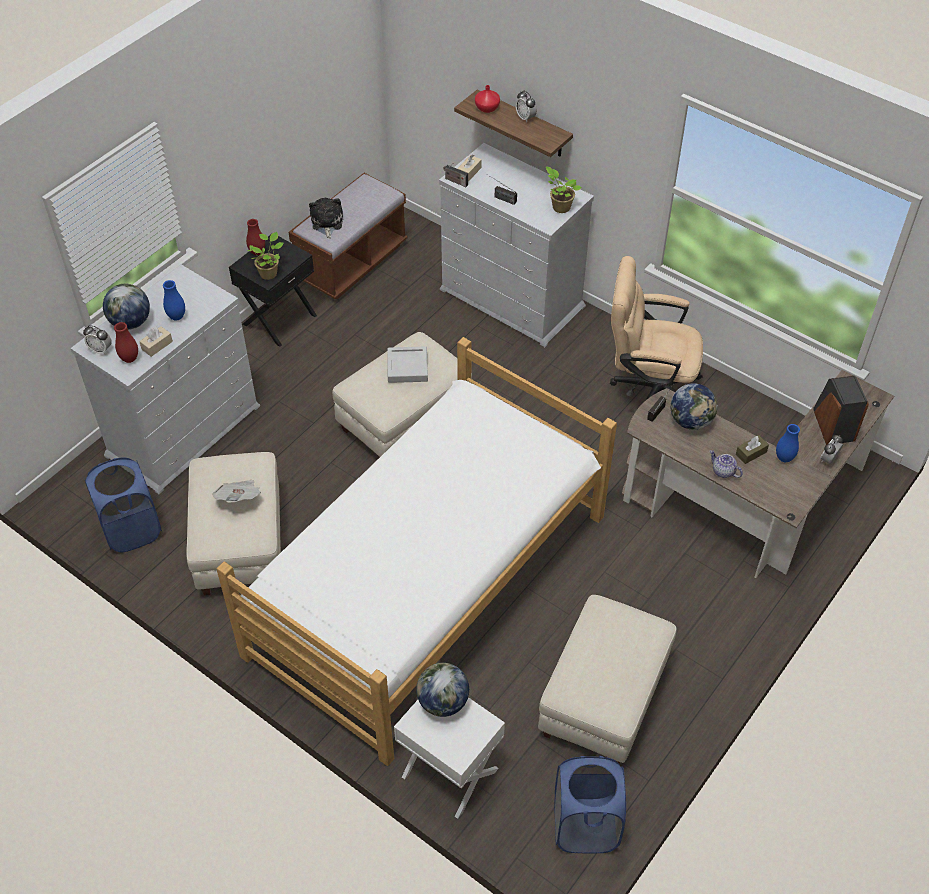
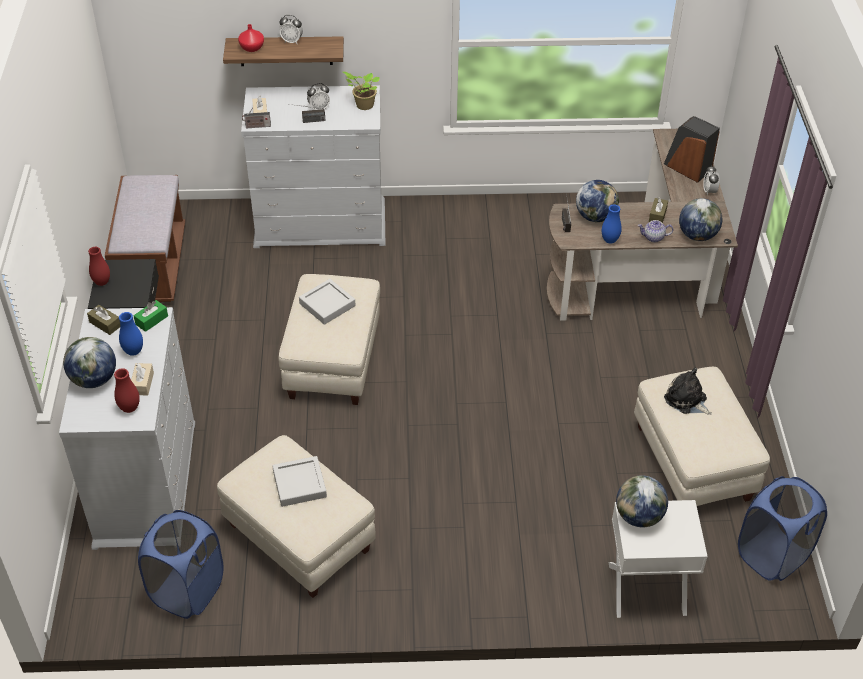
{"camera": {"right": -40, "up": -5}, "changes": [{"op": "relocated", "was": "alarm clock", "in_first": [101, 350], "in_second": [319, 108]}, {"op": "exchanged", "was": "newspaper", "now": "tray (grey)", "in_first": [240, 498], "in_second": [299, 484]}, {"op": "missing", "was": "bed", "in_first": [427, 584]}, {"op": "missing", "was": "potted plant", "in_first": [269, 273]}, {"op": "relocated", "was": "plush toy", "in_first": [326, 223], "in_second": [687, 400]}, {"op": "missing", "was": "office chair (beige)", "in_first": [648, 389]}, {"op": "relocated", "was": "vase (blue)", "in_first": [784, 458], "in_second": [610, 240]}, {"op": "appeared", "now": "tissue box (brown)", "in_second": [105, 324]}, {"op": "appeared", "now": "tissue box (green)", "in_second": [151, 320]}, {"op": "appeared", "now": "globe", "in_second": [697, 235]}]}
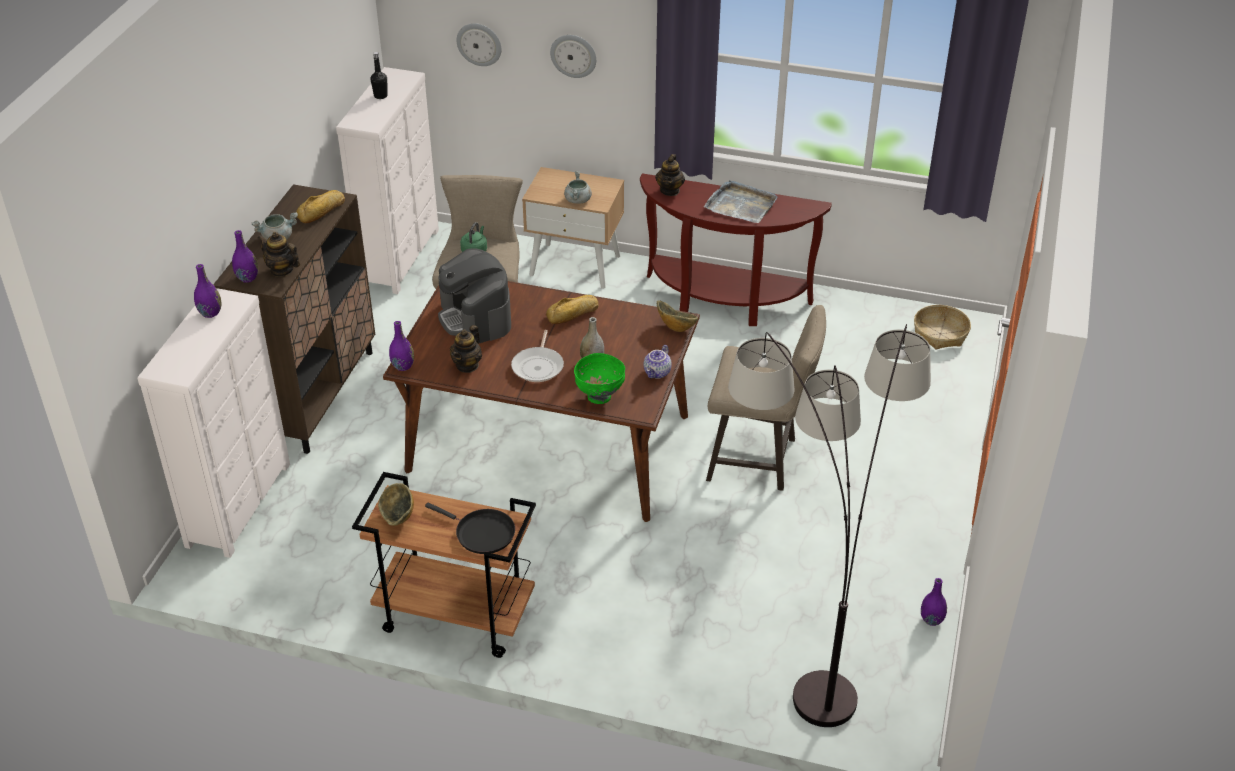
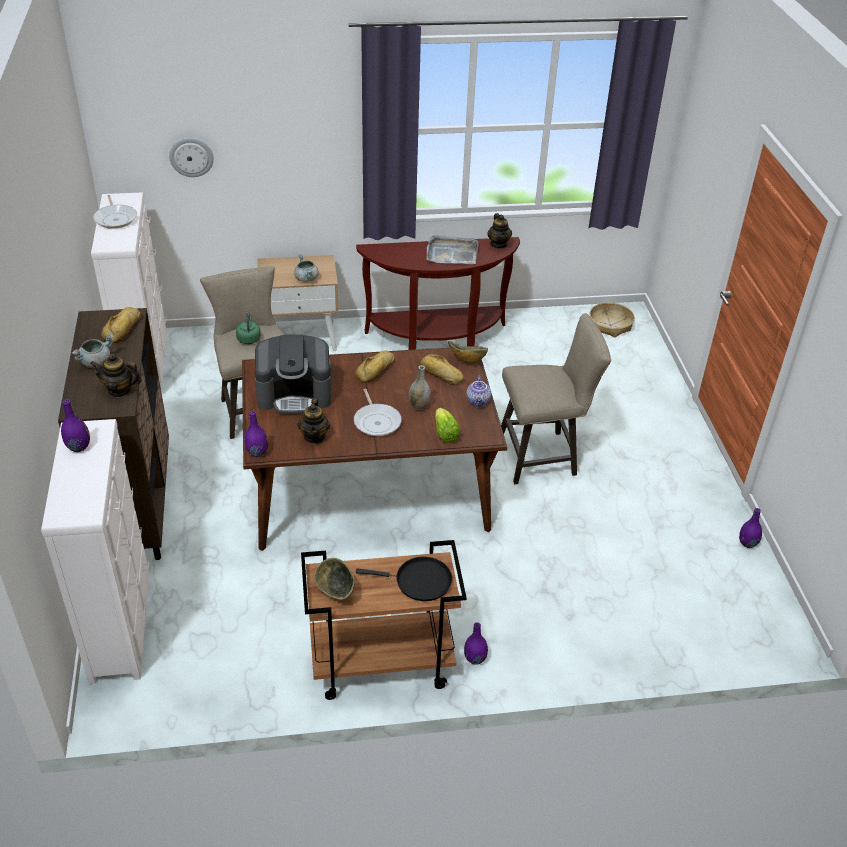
{"camera": {"right": -25, "up": 0}, "changes": [{"op": "relocated", "was": "vase (purple)", "in_first": [247, 278], "in_second": [475, 658]}, {"op": "exchanged", "was": "bottle (black)", "now": "frying pan", "in_first": [380, 96], "in_second": [115, 218]}, {"op": "spun", "was": "coffee machine", "in_first": [475, 318], "in_second": [295, 394], "clockwise": -45}, {"op": "missing", "was": "wall clock", "in_first": [573, 55]}, {"op": "exchanged", "was": "bowl (green)", "now": "lettuce", "in_first": [599, 397], "in_second": [445, 433]}, {"op": "relocated", "was": "teapot", "in_first": [670, 190], "in_second": [499, 244]}, {"op": "missing", "was": "floor lamp", "in_first": [808, 640]}, {"op": "appeared", "now": "bread", "in_second": [440, 374]}]}
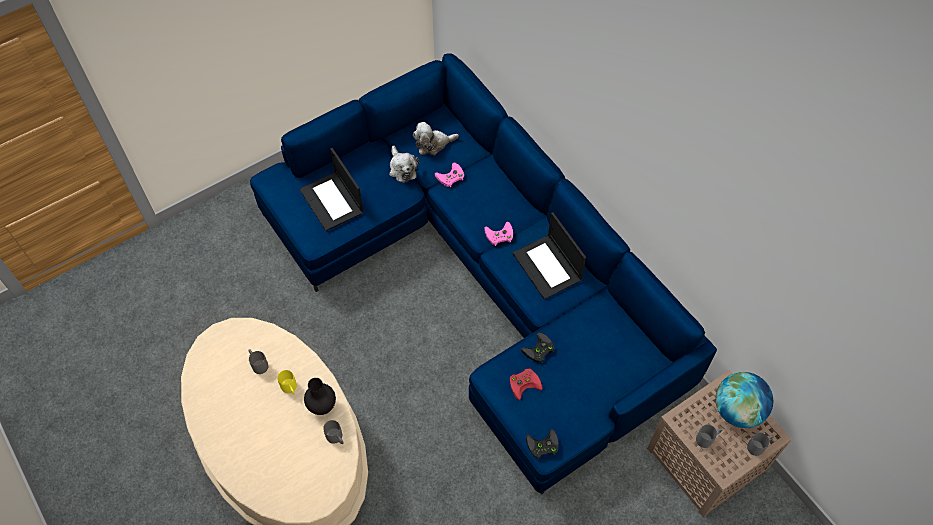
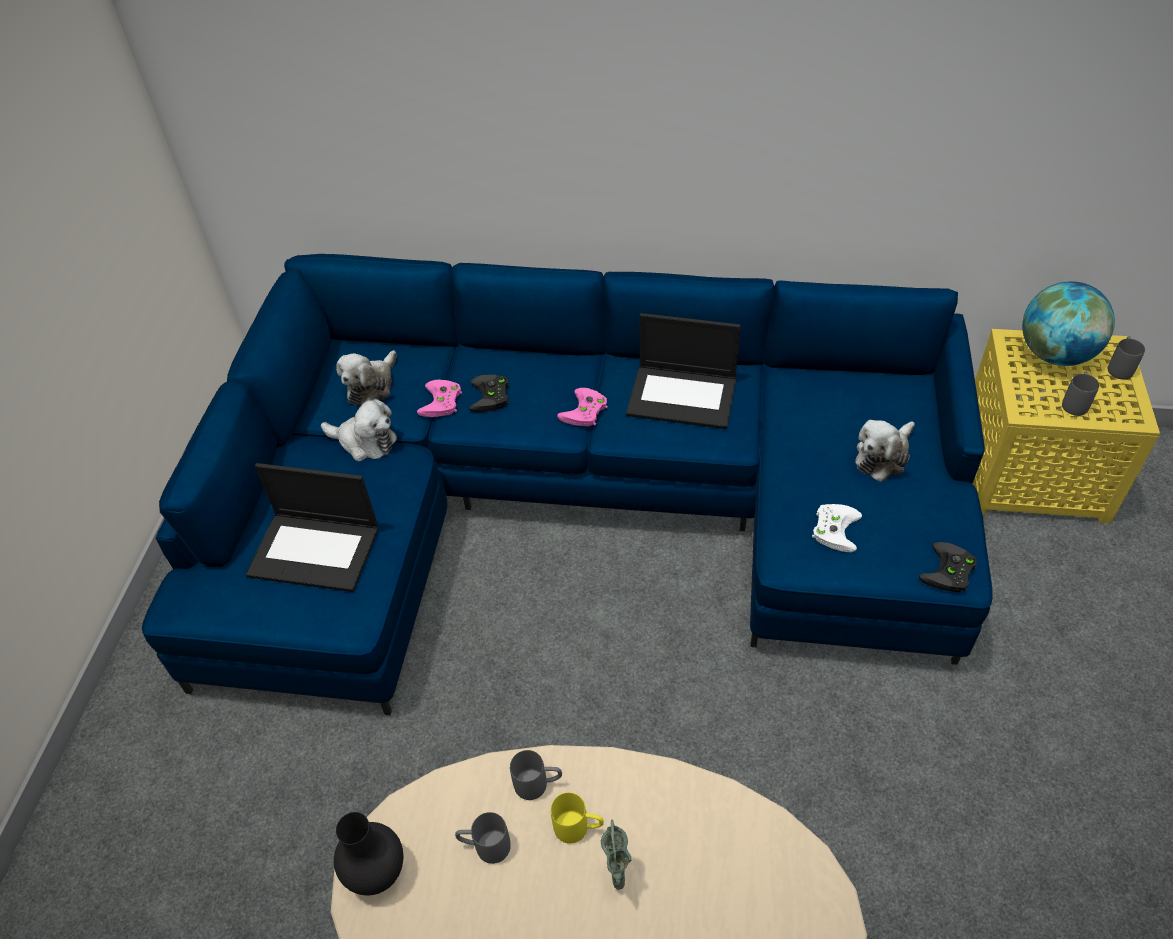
{"camera": {"right": -45, "up": -10}, "changes": [{"op": "relocated", "was": "vase (black)", "in_first": [321, 406], "in_second": [376, 875]}, {"op": "relocated", "was": "mug (grey)", "in_first": [336, 438], "in_second": [538, 784]}, {"op": "colour", "was": "game controller (red)", "now": "game controller (white)", "in_first": [524, 383], "in_second": [834, 528]}, {"op": "relocated", "was": "game controller (black)", "in_first": [538, 350], "in_second": [491, 397]}, {"op": "colour", "was": "side table (brown)", "now": "side table (yellow)", "in_first": [708, 459], "in_second": [1034, 467]}, {"op": "appeared", "now": "vase (green)", "in_second": [618, 883]}, {"op": "appeared", "now": "plush toy", "in_second": [883, 456]}]}
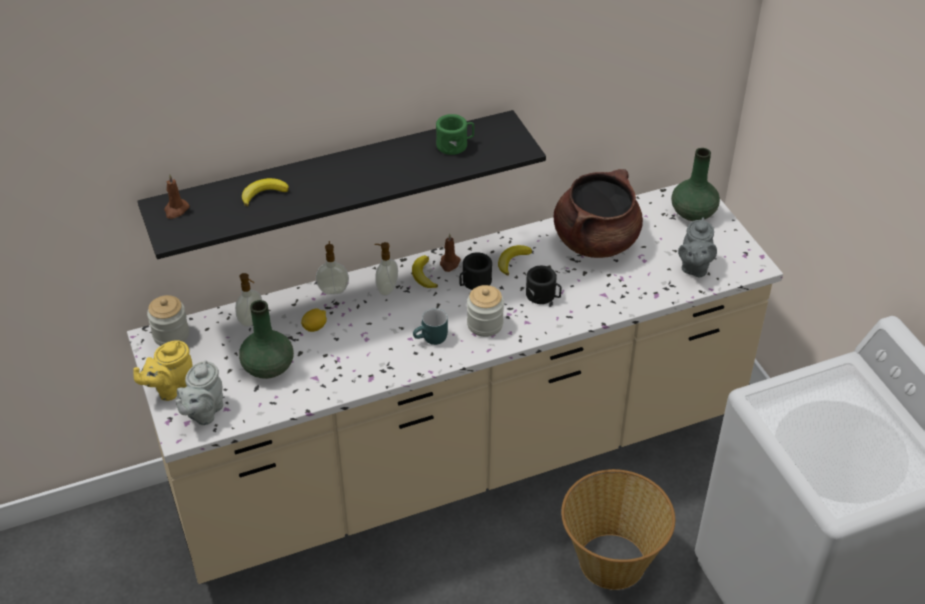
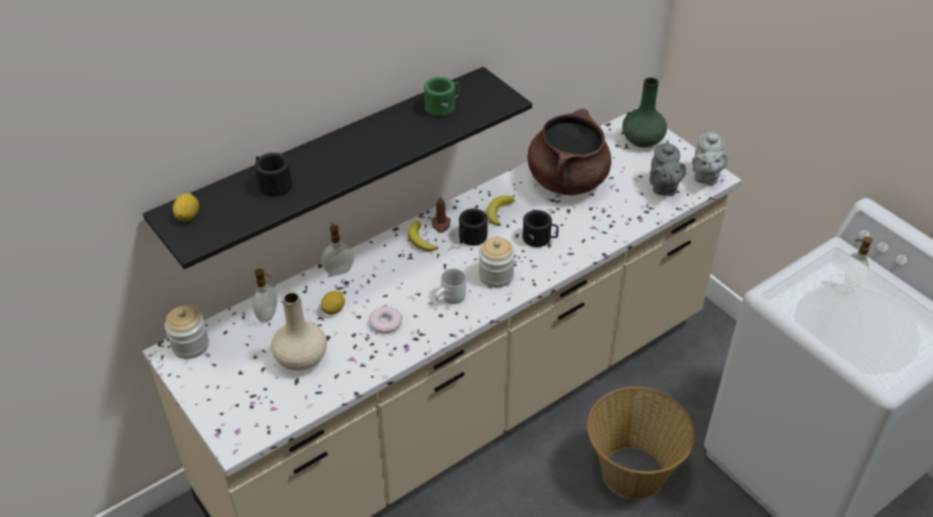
{"camera": {"right": -15, "up": 0}, "changes": [{"op": "missing", "was": "teapot (yellow)", "in_first": [170, 388]}, {"op": "exchanged", "was": "candle (brown)", "now": "lemon", "in_first": [176, 210], "in_second": [187, 216]}, {"op": "relocated", "was": "teapot (grey)", "in_first": [203, 413], "in_second": [705, 177]}, {"op": "colour", "was": "vase (green)", "now": "vase (beige)", "in_first": [269, 367], "in_second": [302, 357]}, {"op": "exchanged", "was": "banana", "now": "mug (black)", "in_first": [263, 194], "in_second": [272, 184]}, {"op": "relocated", "was": "soap dispenser", "in_first": [386, 289], "in_second": [850, 283]}, {"op": "colour", "was": "mug (turquoise)", "now": "mug (white)", "in_first": [432, 339], "in_second": [451, 299]}, {"op": "appeared", "now": "donut", "in_second": [385, 322]}]}
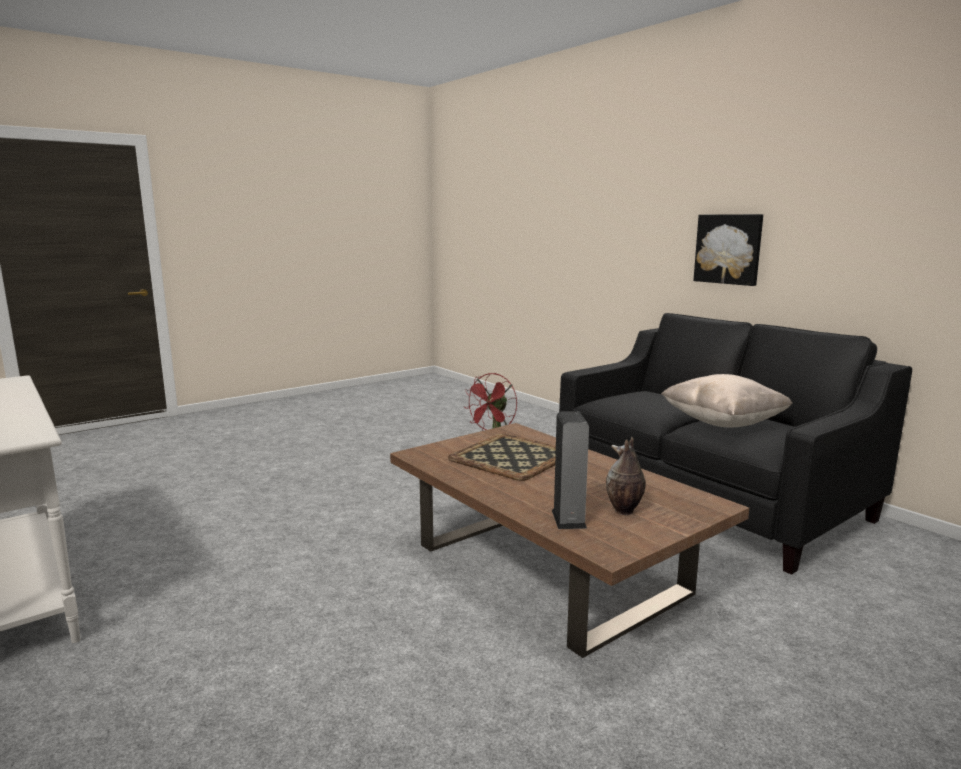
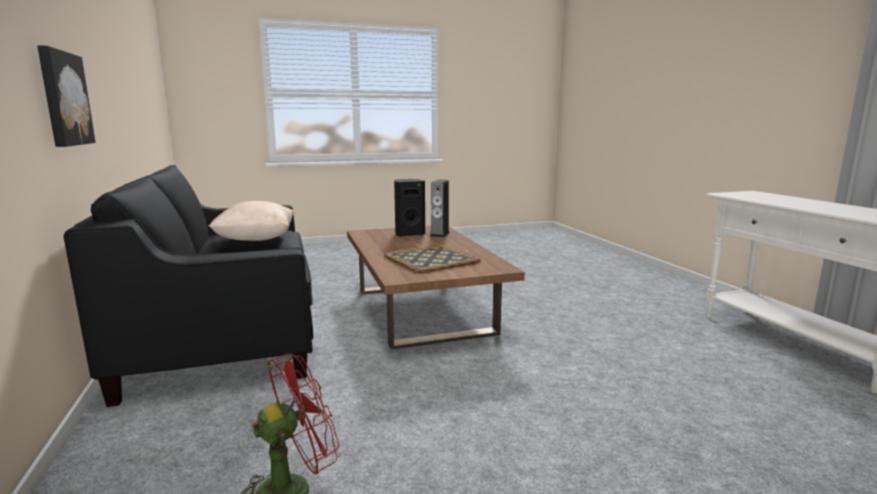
{"camera": {"right": -160, "up": 0}, "changes": [{"op": "exchanged", "was": "vase", "now": "speaker (black)", "in_first": [623, 511], "in_second": [409, 234]}]}
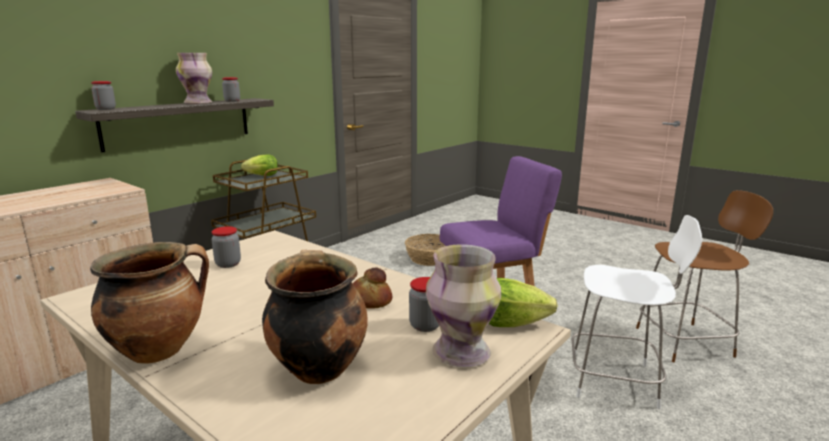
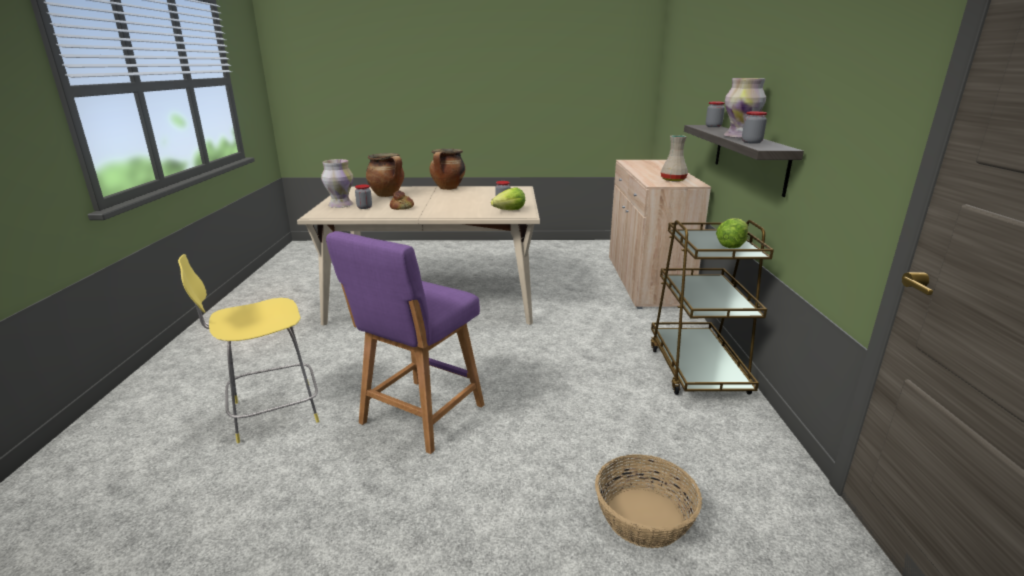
{"camera": {"right": 140, "up": 5}, "changes": [{"op": "relocated", "was": "lettuce", "in_first": [510, 323], "in_second": [509, 210]}, {"op": "colour", "was": "stool (white)", "now": "stool (yellow)", "in_first": [617, 381], "in_second": [271, 413]}, {"op": "missing", "was": "stool (brown)", "in_first": [686, 341]}, {"op": "appeared", "now": "vase (beige)", "in_second": [673, 180]}]}
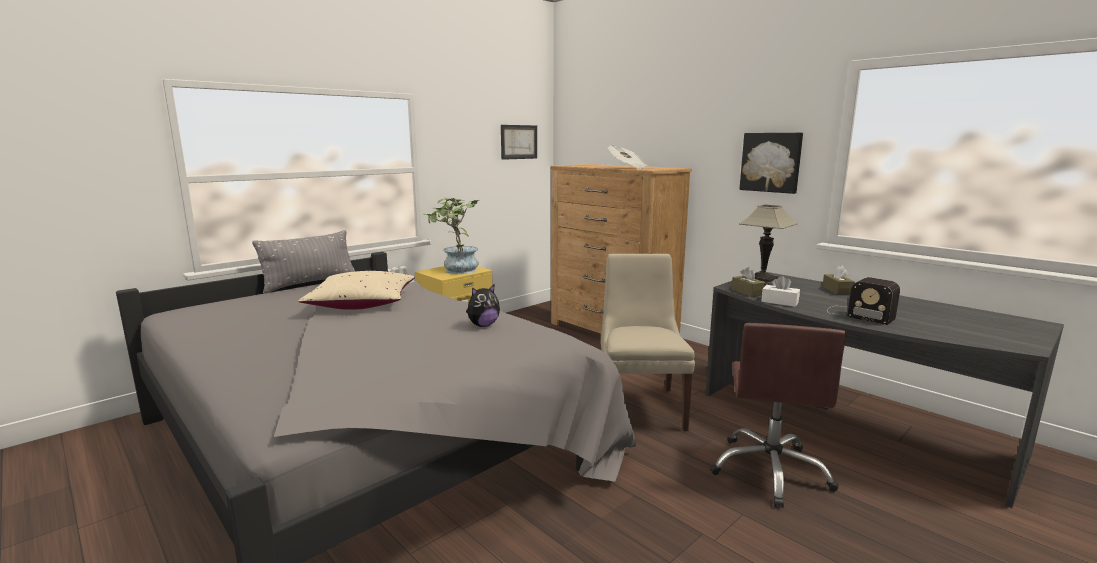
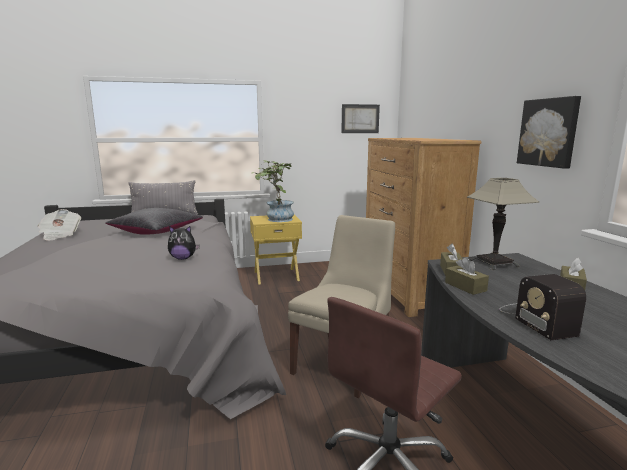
{"camera": {"right": 30, "up": 0}, "changes": [{"op": "colour", "was": "pillow (beige)", "now": "pillow (black)", "in_first": [362, 304], "in_second": [156, 231]}, {"op": "relocated", "was": "newspaper", "in_first": [627, 168], "in_second": [60, 235]}, {"op": "colour", "was": "tissue box (white)", "now": "tissue box (brown)", "in_first": [779, 302], "in_second": [465, 286]}]}
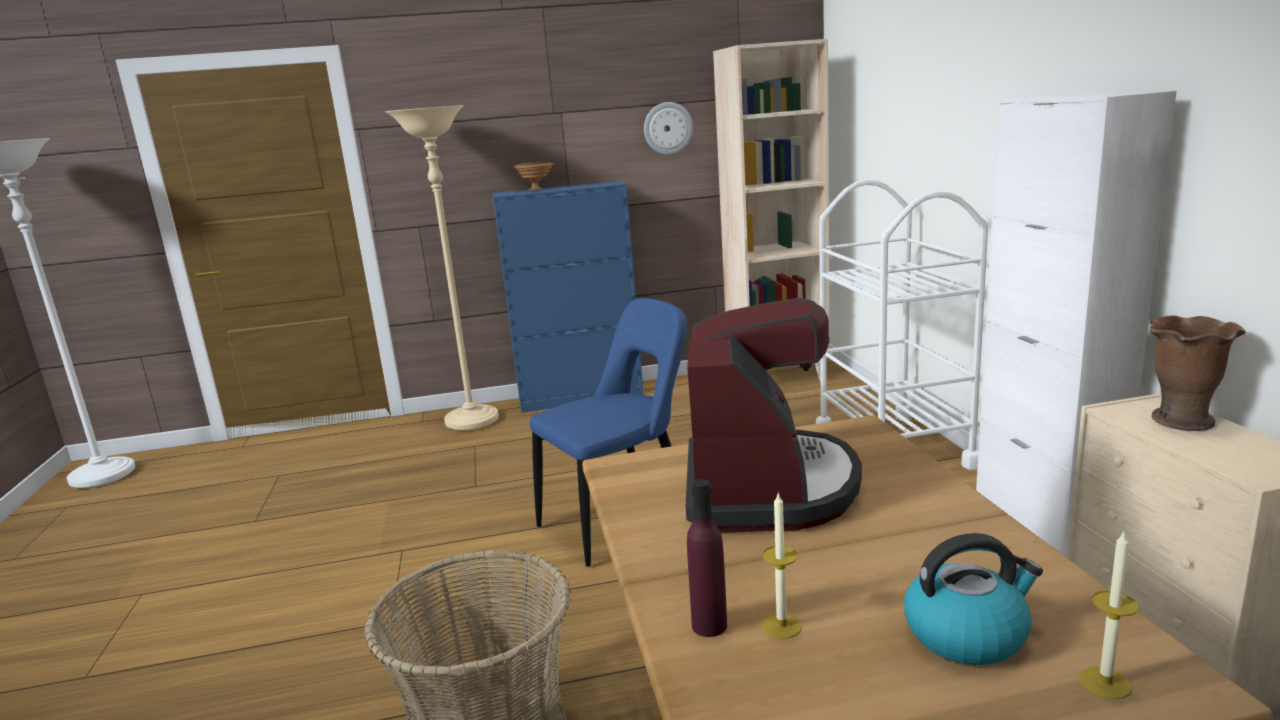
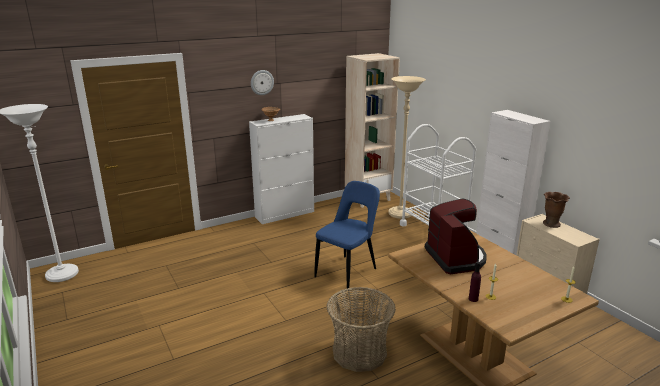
{"camera": {"right": -20, "up": 5}, "changes": [{"op": "relocated", "was": "floor lamp (beige)", "in_first": [472, 421], "in_second": [400, 214]}, {"op": "colour", "was": "cabinet (blue)", "now": "cabinet (white)", "in_first": [581, 397], "in_second": [285, 214]}, {"op": "relocated", "was": "wall clock", "in_first": [668, 128], "in_second": [262, 82]}, {"op": "missing", "was": "kettle", "in_first": [967, 634]}]}
